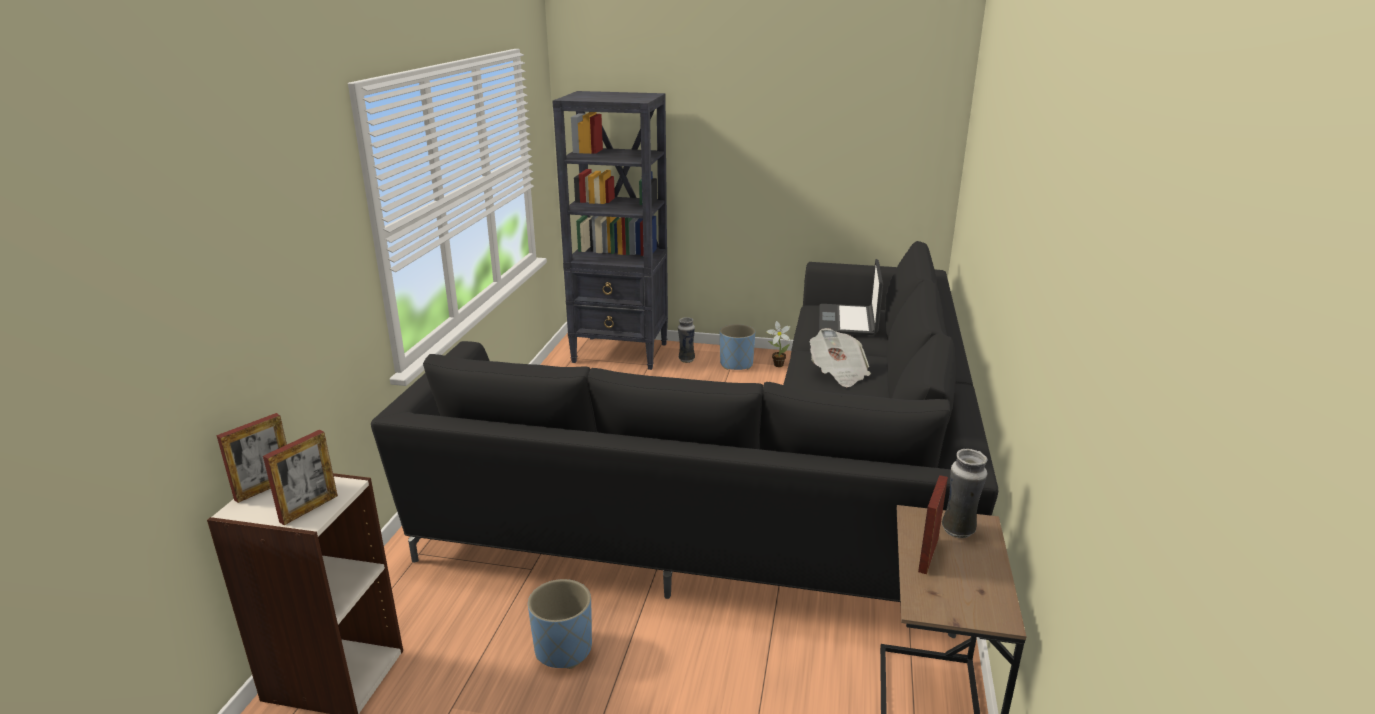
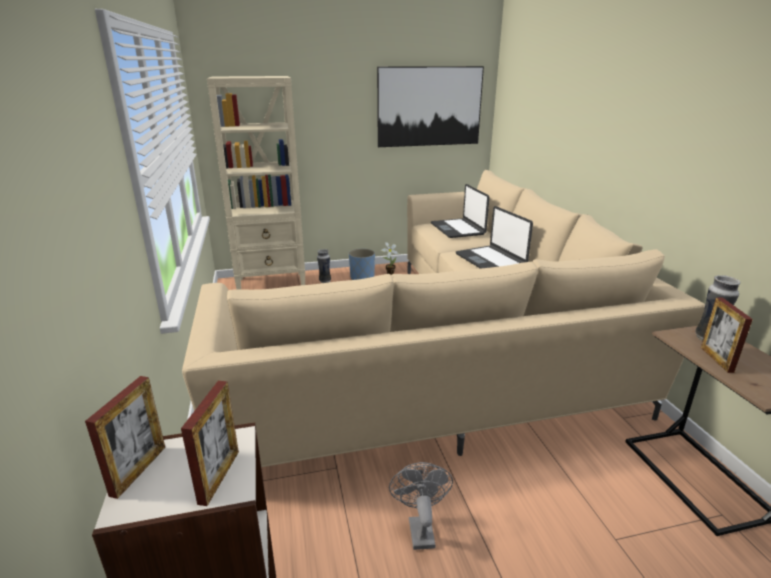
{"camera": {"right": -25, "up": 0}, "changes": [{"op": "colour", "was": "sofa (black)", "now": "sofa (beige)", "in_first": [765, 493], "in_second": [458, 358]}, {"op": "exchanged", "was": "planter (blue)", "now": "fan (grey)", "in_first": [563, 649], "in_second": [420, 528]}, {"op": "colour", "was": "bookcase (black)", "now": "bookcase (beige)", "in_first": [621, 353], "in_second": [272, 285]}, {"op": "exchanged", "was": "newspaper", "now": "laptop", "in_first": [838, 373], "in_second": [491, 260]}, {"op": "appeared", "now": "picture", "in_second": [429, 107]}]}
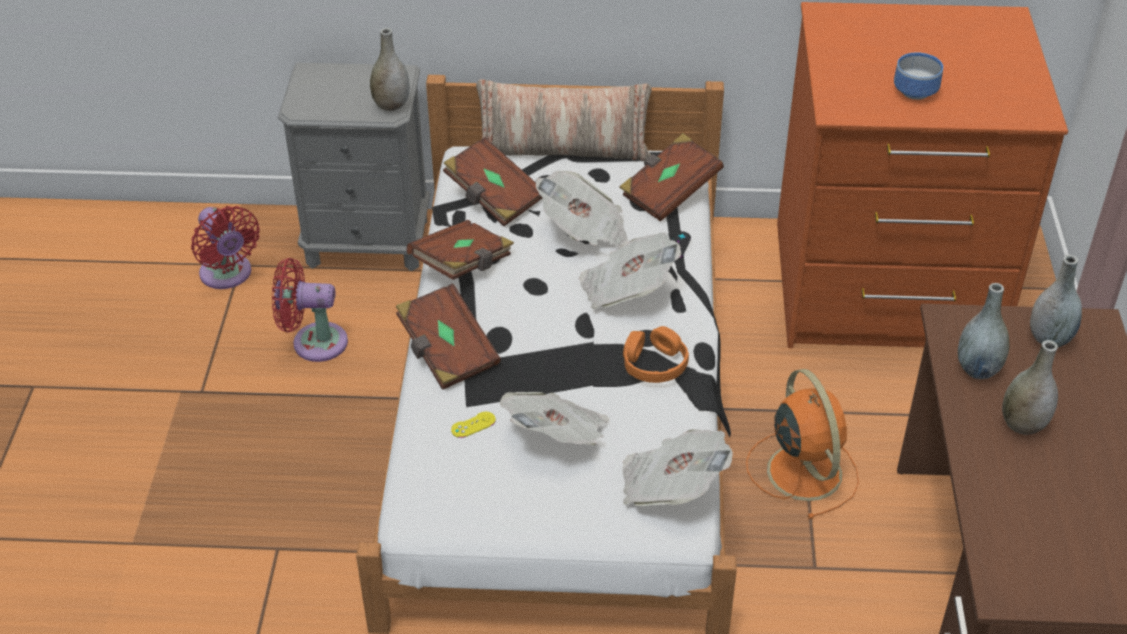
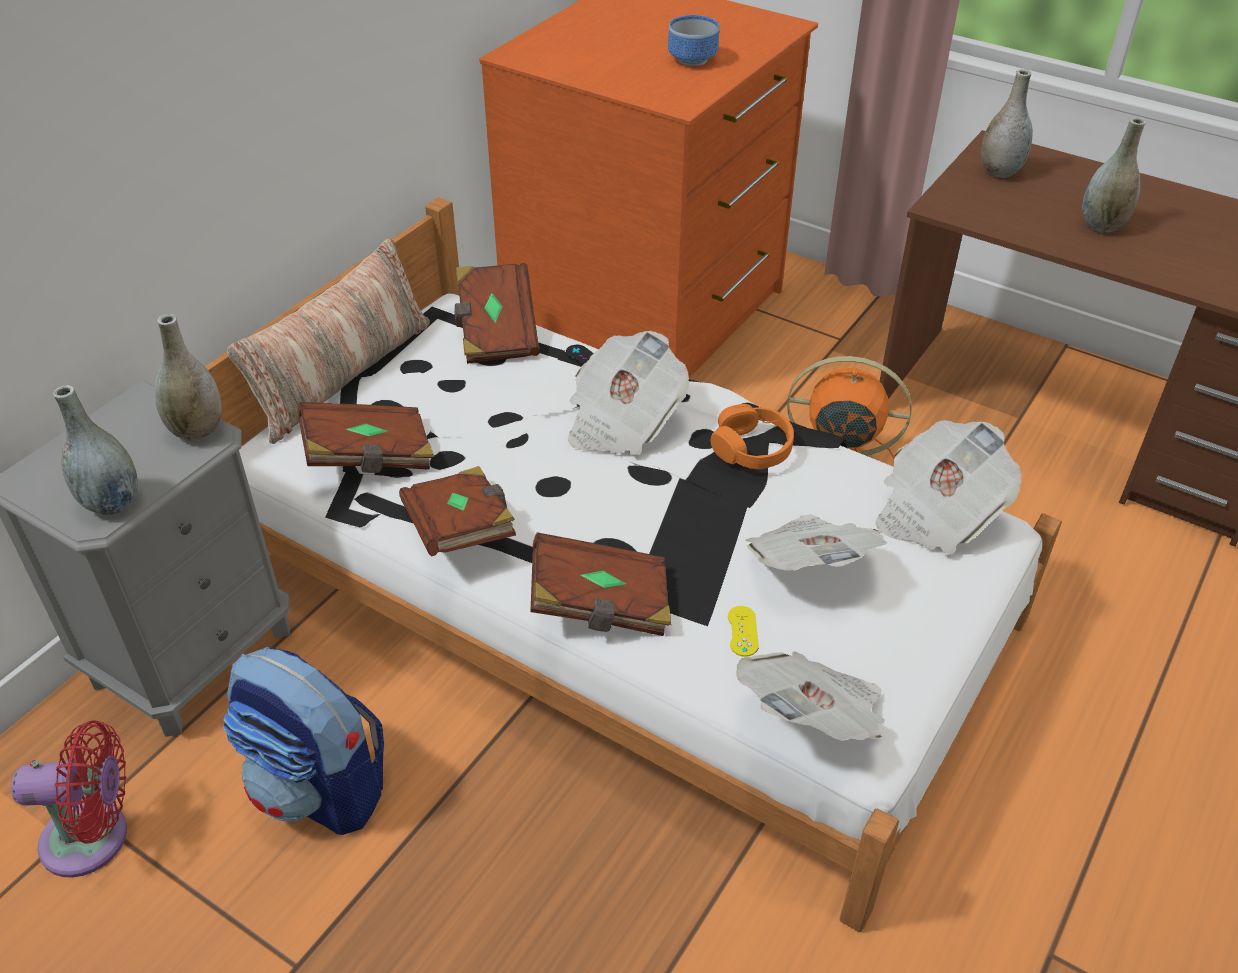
{"camera": {"right": -60, "up": 0}, "changes": [{"op": "exchanged", "was": "fan (red)", "now": "backpack", "in_first": [314, 342], "in_second": [320, 788]}, {"op": "relocated", "was": "newspaper", "in_first": [584, 230], "in_second": [813, 718]}, {"op": "relocated", "was": "vase (grey)", "in_first": [977, 369], "in_second": [112, 503]}]}
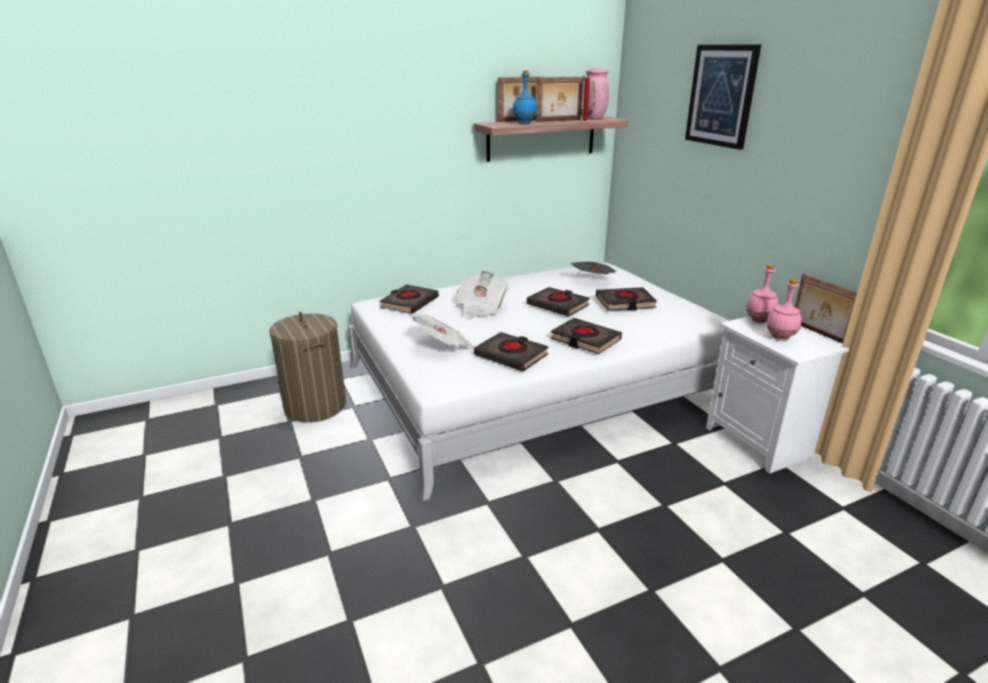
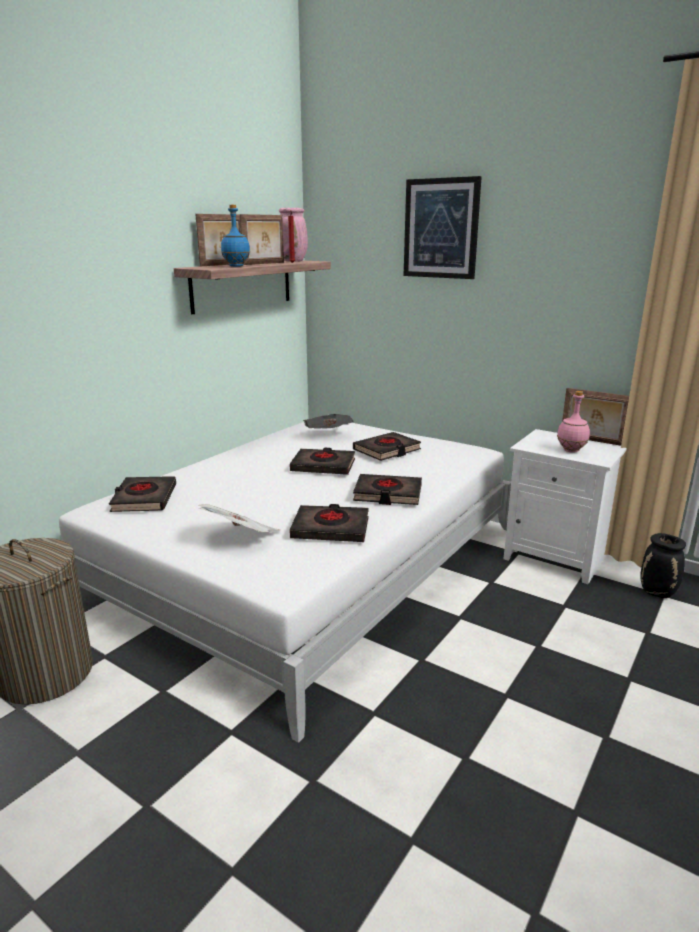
{"camera": {"right": -30, "up": -5}, "changes": [{"op": "missing", "was": "newspaper", "in_first": [481, 308]}, {"op": "missing", "was": "bottle (pink)", "in_first": [759, 321]}, {"op": "appeared", "now": "vase (black)", "in_second": [658, 593]}]}
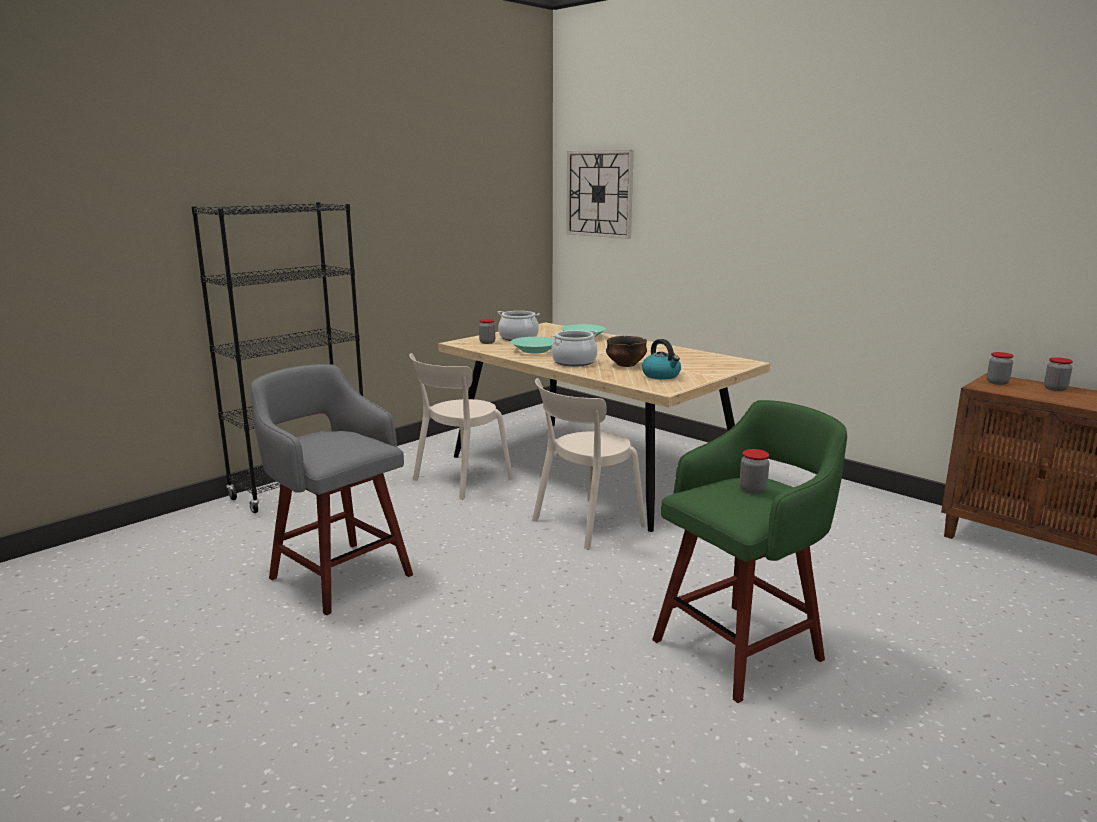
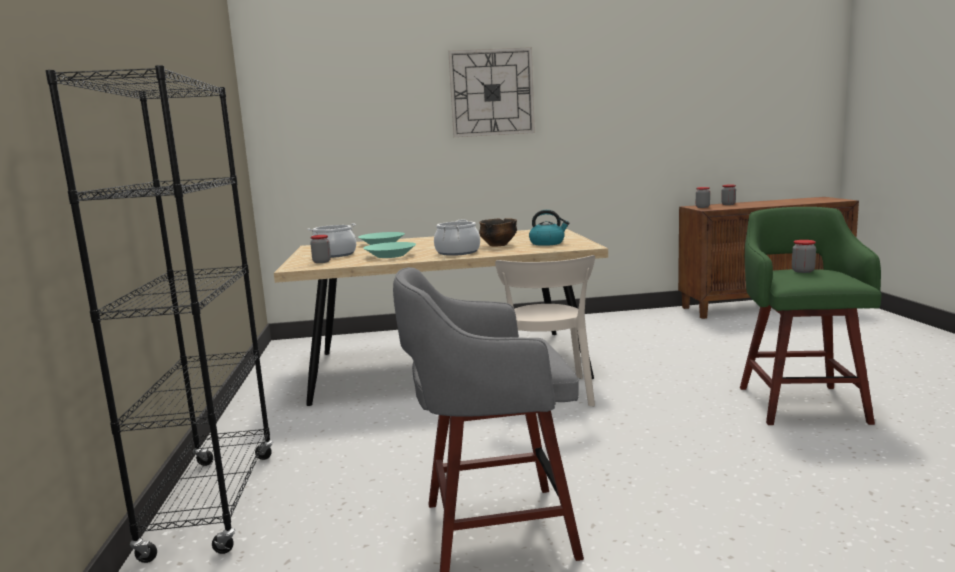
{"camera": {"right": -50, "up": -5}, "changes": [{"op": "missing", "was": "chair (beige)", "in_first": [459, 481]}, {"op": "relocated", "was": "wall clock", "in_first": [599, 194], "in_second": [492, 92]}]}
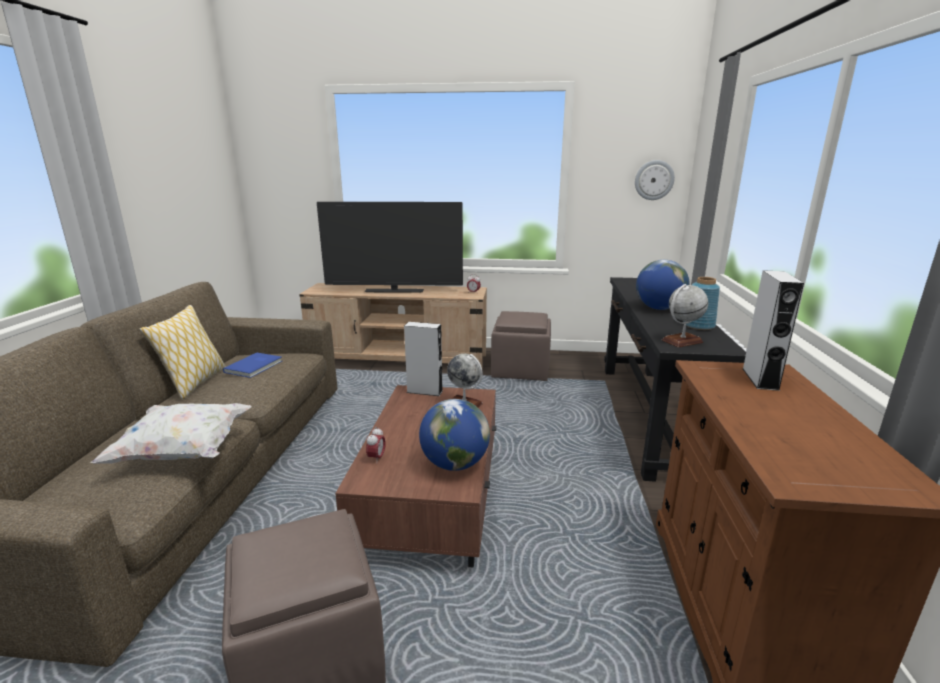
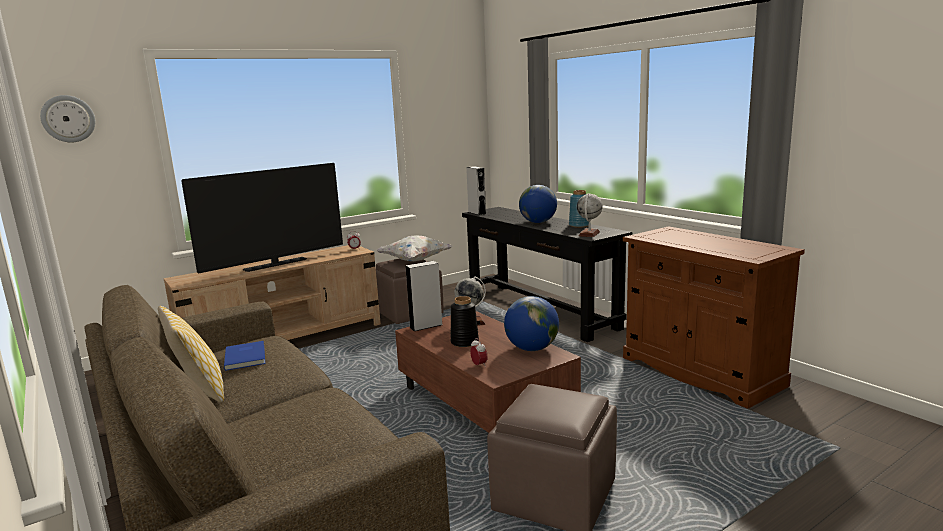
{"camera": {"right": -40, "up": -5}, "changes": [{"op": "relocated", "was": "pillow (white)", "in_first": [185, 452], "in_second": [415, 260]}, {"op": "relocated", "was": "wall clock", "in_first": [654, 180], "in_second": [68, 119]}, {"op": "relocated", "was": "speaker (grey)", "in_first": [760, 379], "in_second": [477, 213]}, {"op": "appeared", "now": "vase (black)", "in_second": [464, 342]}]}
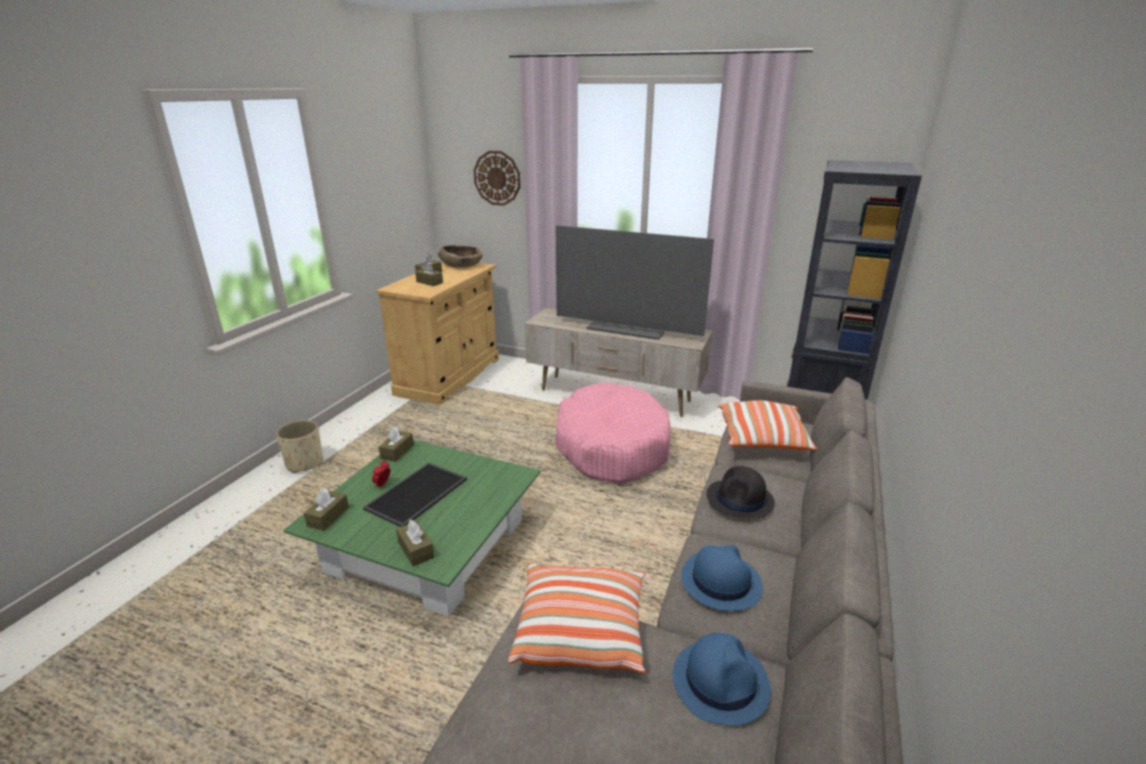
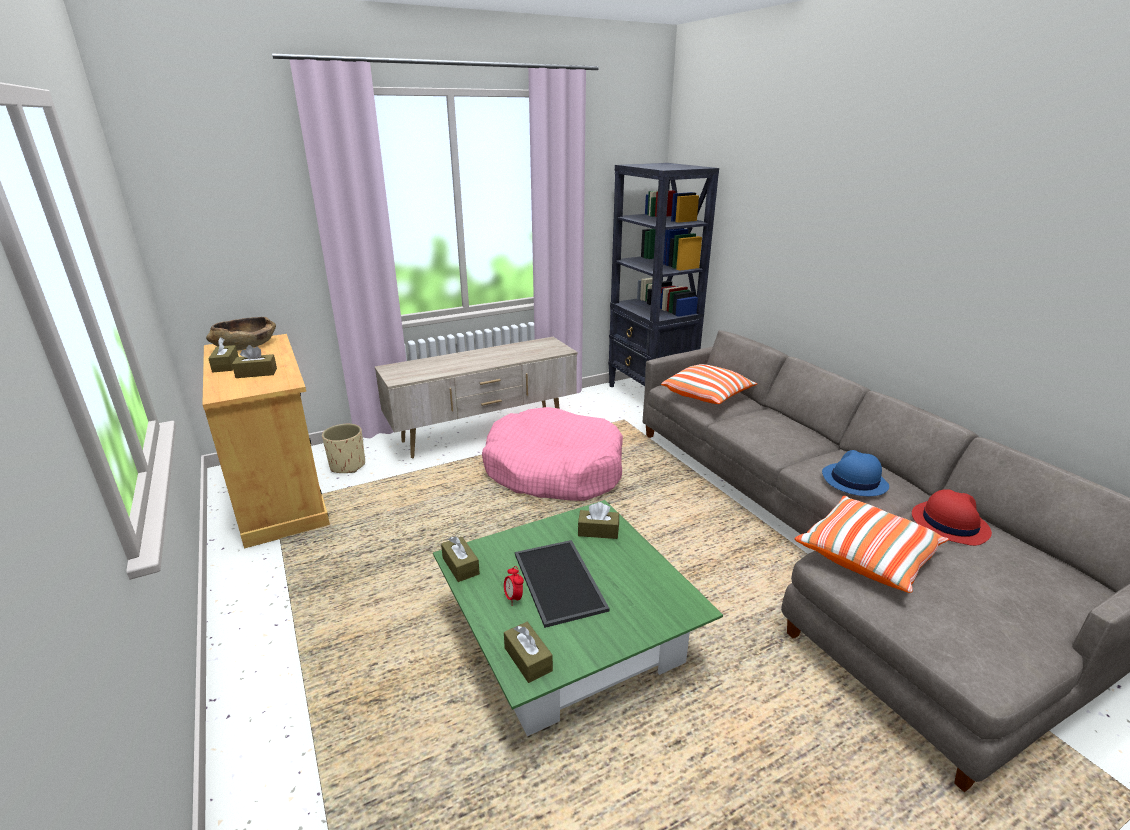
{"camera": {"right": -50, "up": 0}, "changes": [{"op": "relocated", "was": "planter (beige)", "in_first": [305, 463], "in_second": [347, 465]}, {"op": "relocated", "was": "tissue box (brown)", "in_first": [416, 550], "in_second": [598, 531]}, {"op": "missing", "was": "wall clock", "in_first": [497, 178]}, {"op": "missing", "was": "television", "in_first": [628, 328]}, {"op": "colour", "was": "hat (blue)", "now": "hat (red)", "in_first": [720, 681], "in_second": [949, 523]}, {"op": "missing", "was": "hat (black)", "in_first": [740, 500]}]}
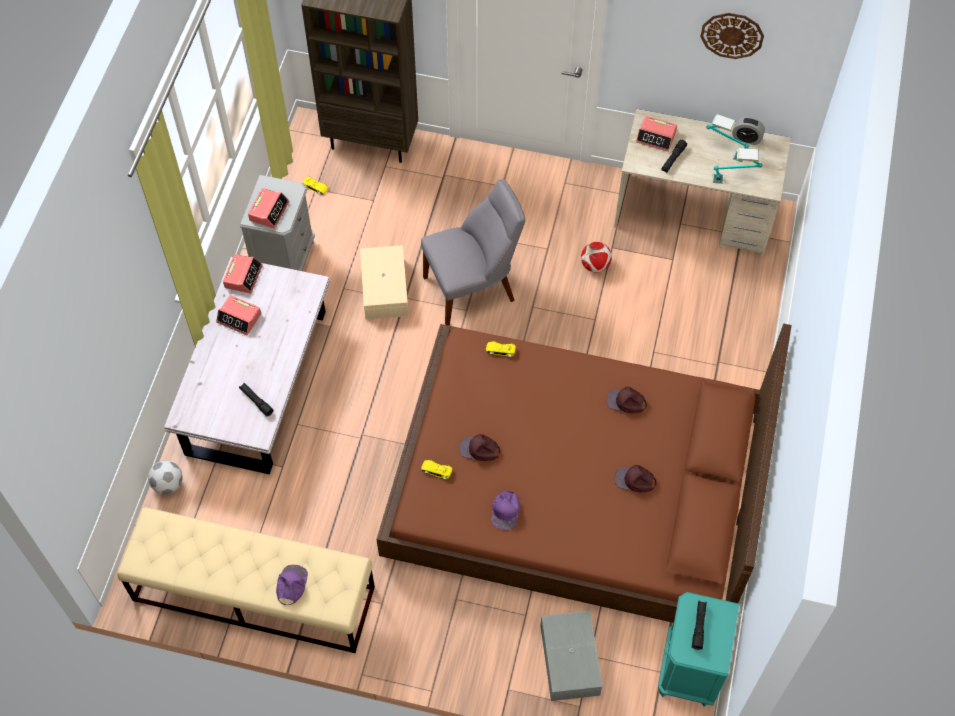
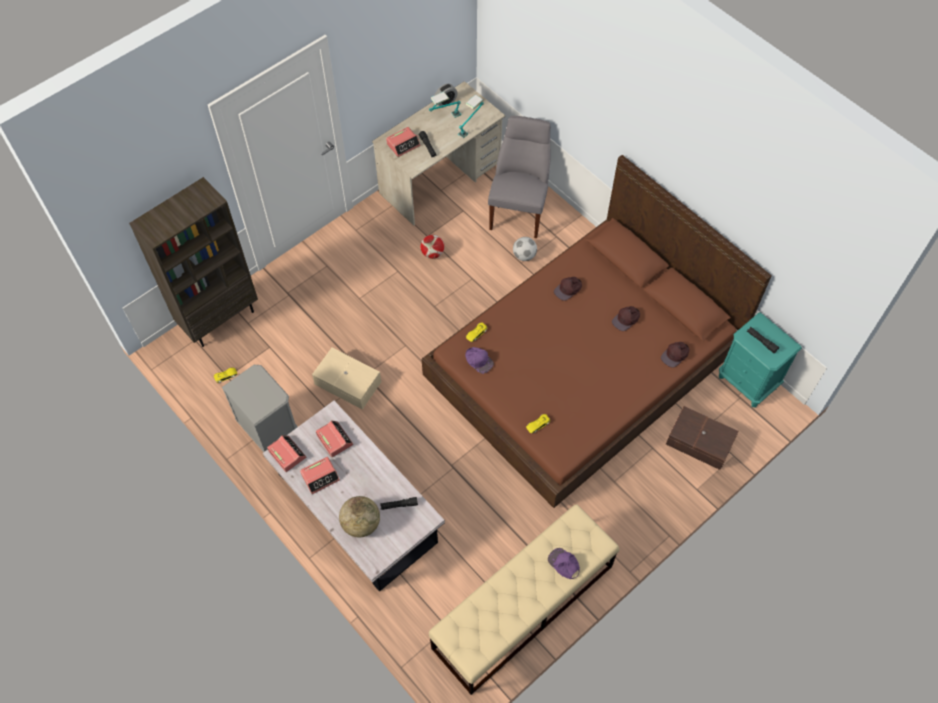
{"camera": {"right": -55, "up": 0}, "changes": [{"op": "relocated", "was": "football", "in_first": [168, 484], "in_second": [524, 256]}, {"op": "relocated", "was": "alarm clock", "in_first": [269, 211], "in_second": [334, 440]}, {"op": "relocated", "was": "chair (grey)", "in_first": [473, 288], "in_second": [519, 209]}, {"op": "relocated", "was": "cap (brown)", "in_first": [479, 450], "in_second": [675, 355]}, {"op": "relocated", "was": "cap (purple)", "in_first": [506, 511], "in_second": [479, 360]}, {"op": "colour", "was": "storage box (grey)", "now": "storage box (brown)", "in_first": [568, 661], "in_second": [700, 443]}, {"op": "missing", "was": "wall clock", "in_first": [732, 35]}, {"op": "appeared", "now": "globe", "in_second": [361, 524]}]}
